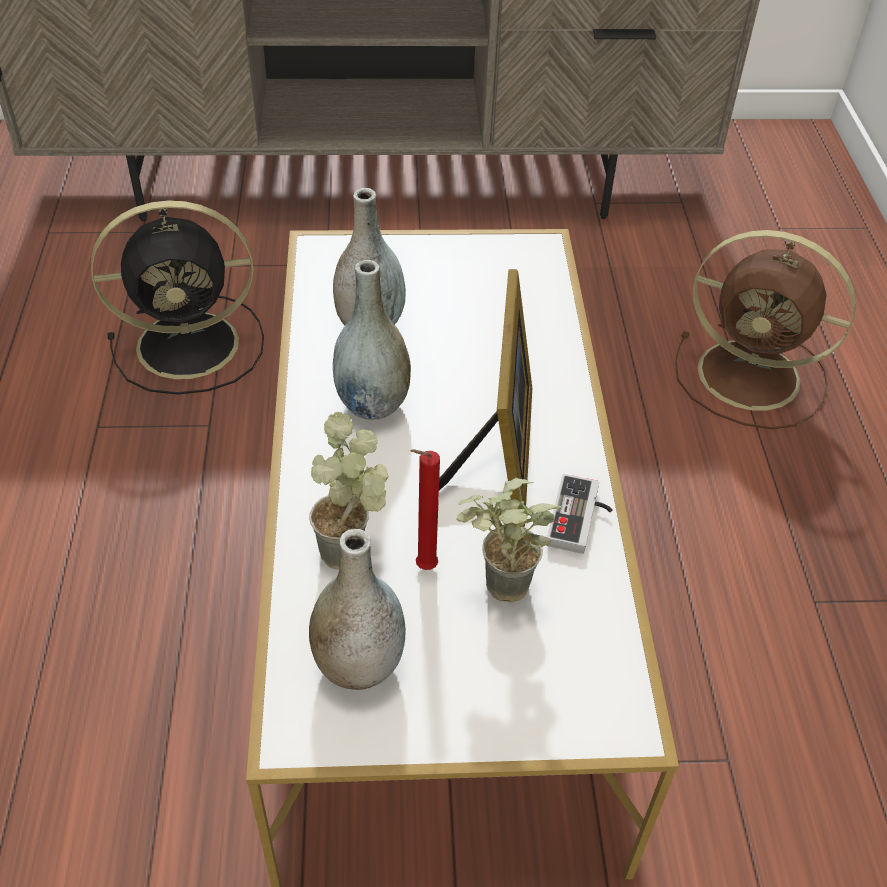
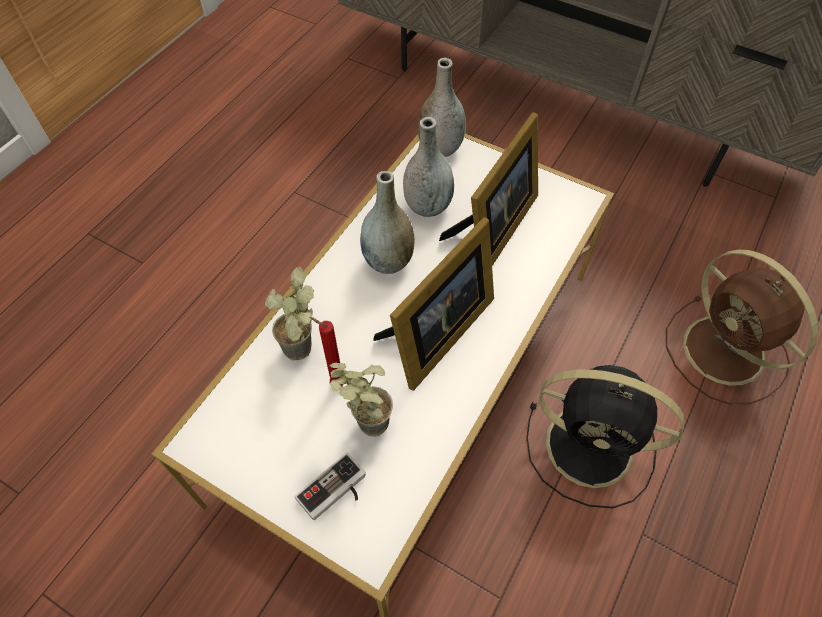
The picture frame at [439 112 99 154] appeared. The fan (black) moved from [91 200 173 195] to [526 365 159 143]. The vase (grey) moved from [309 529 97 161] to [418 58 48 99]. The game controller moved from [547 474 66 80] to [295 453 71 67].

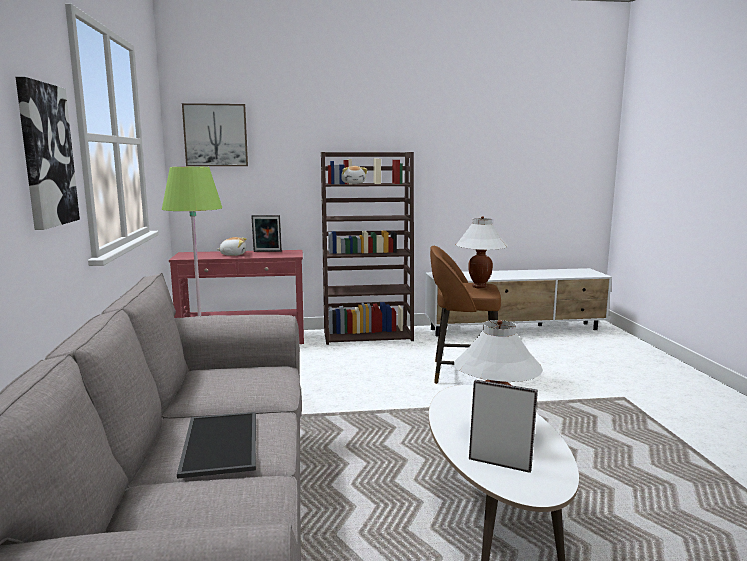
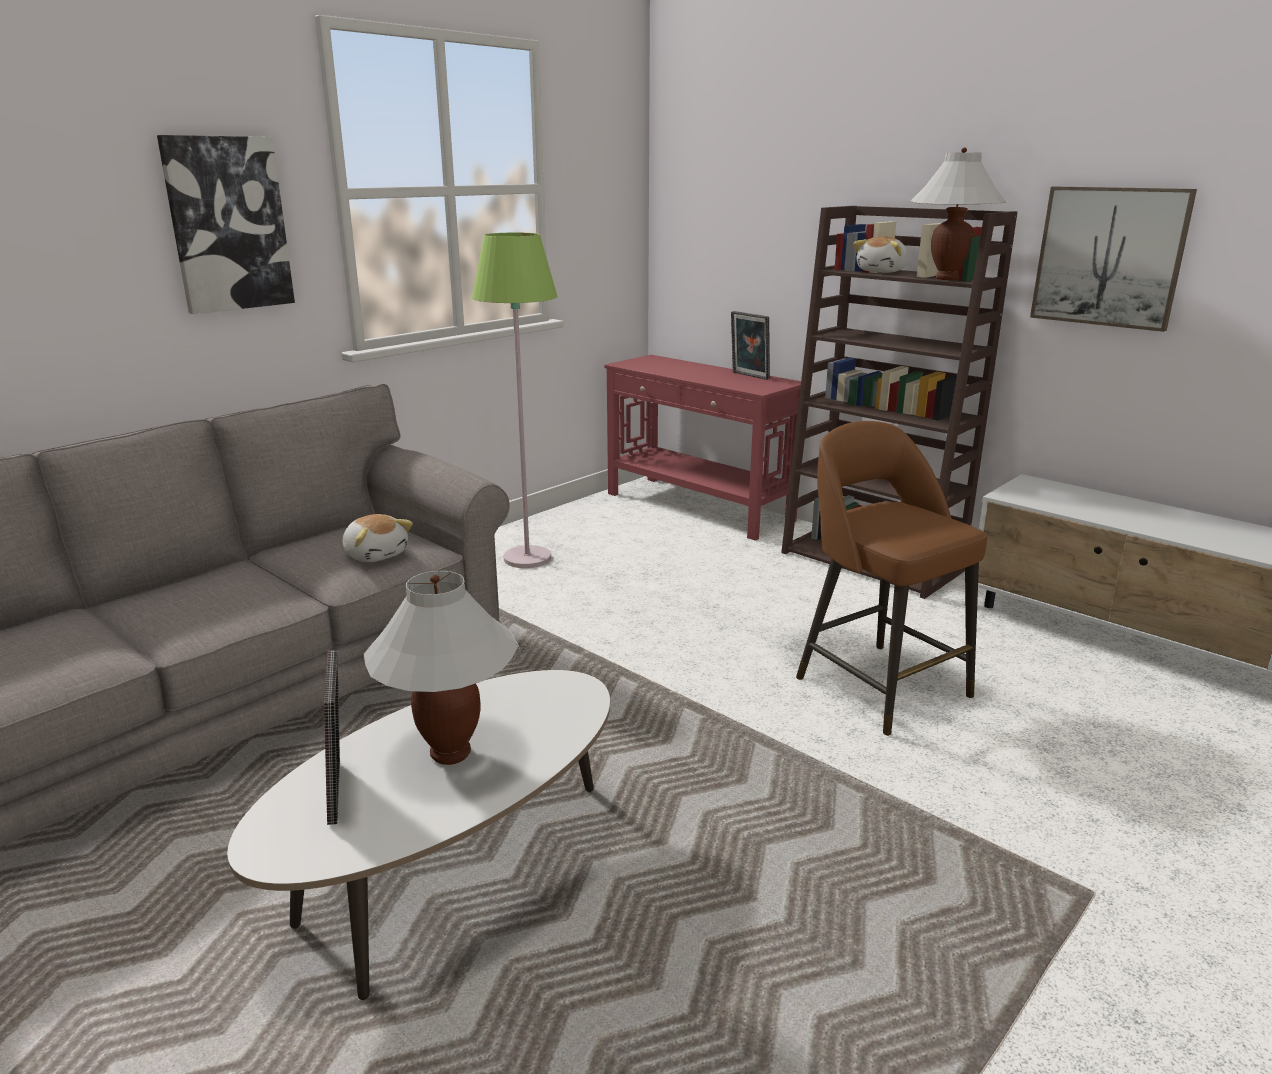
The tray at [177 412 79 67] disappeared. The picture moved from [182 103 66 63] to [1030 186 167 146]. The plush toy moved from [216 237 31 19] to [342 514 71 48]. The table lamp (white) moved from [455 216 53 73] to [910 148 96 132].

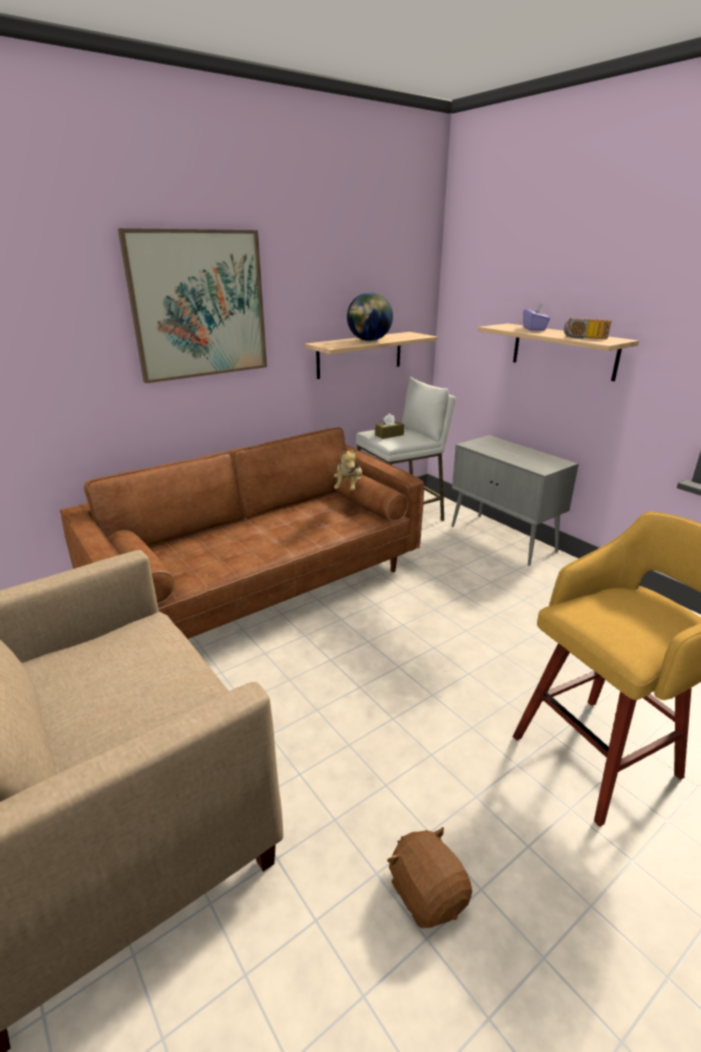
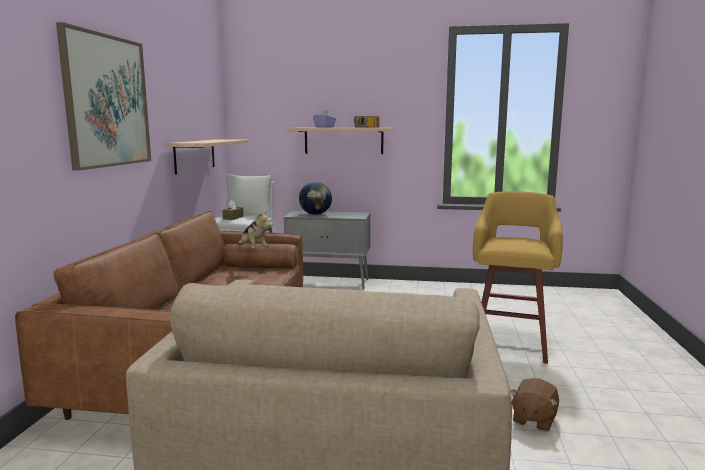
The globe moved from [347 292 46 49] to [299 182 33 33]. The plush toy (brown) at [387 827 85 101] turned 75 degrees counterclockwise.

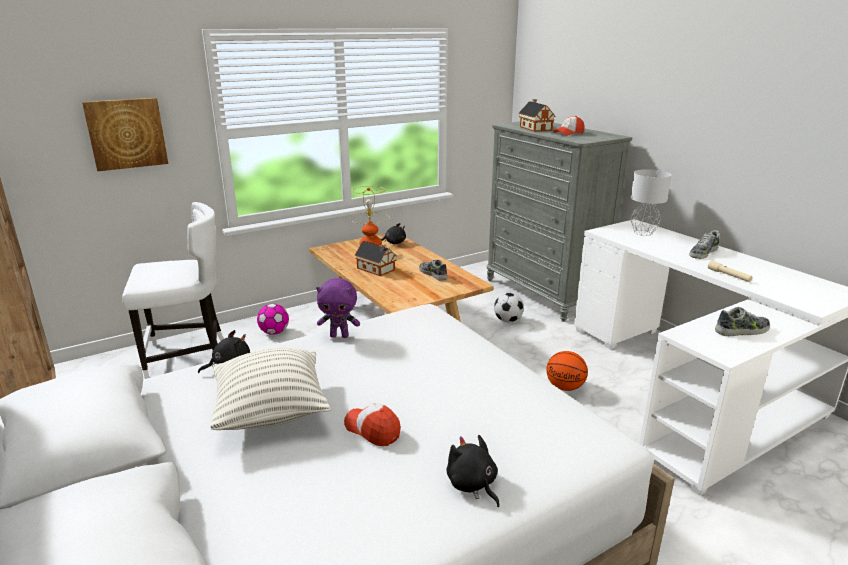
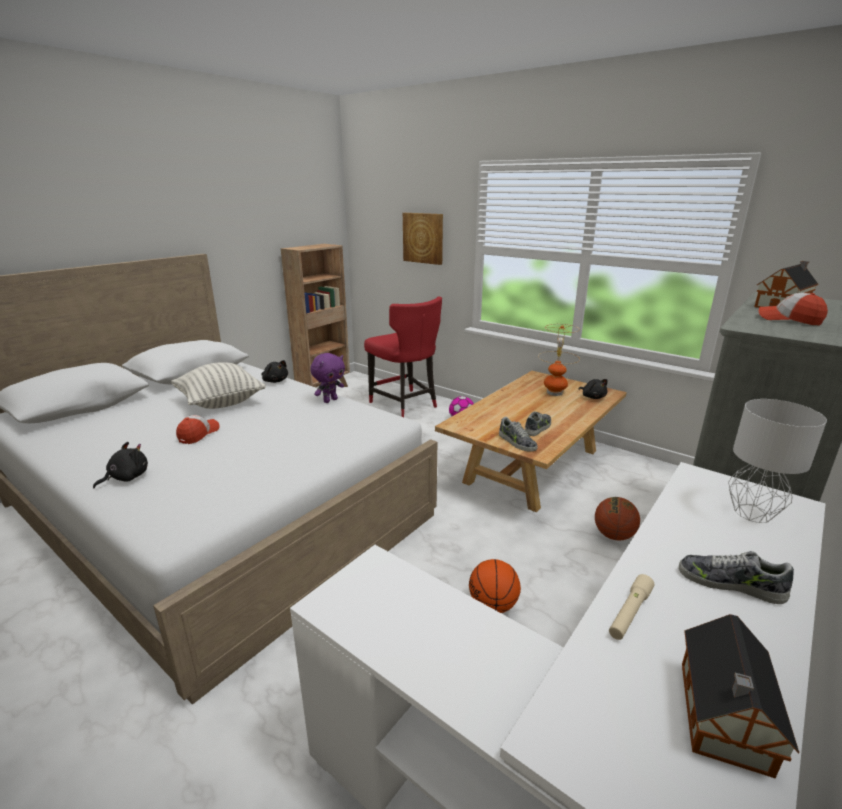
The toy house moved from [355 241 42 35] to [682 614 117 164]. The shoe moved from [715 307 55 29] to [499 417 39 35]. The football at [494 293 30 30] was replaced by the basketball at [595 497 45 44]. The chair (white) at [122 202 102 177] became the chair (red) at [364 296 78 121]. The plush toy (purple) at [316 278 44 60] turned 120 degrees counterclockwise.

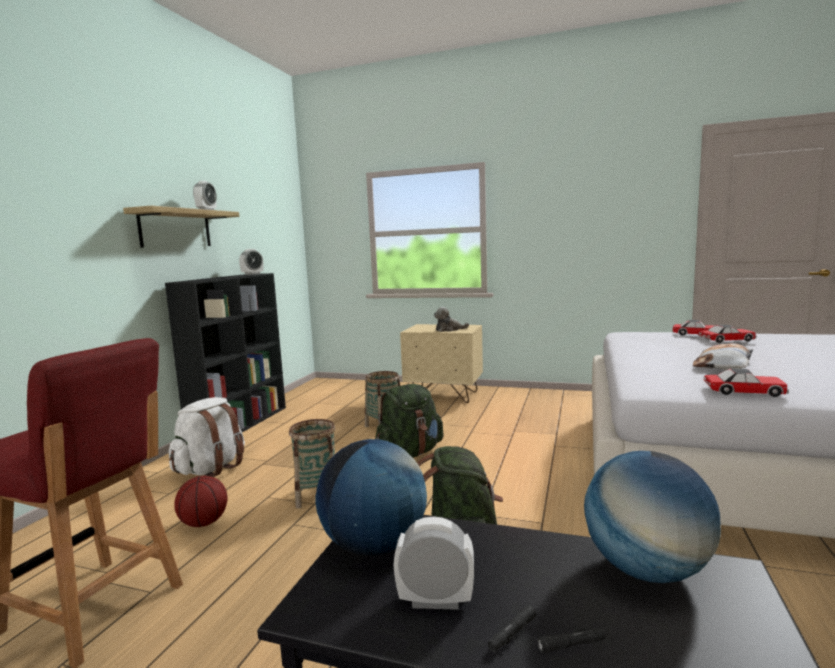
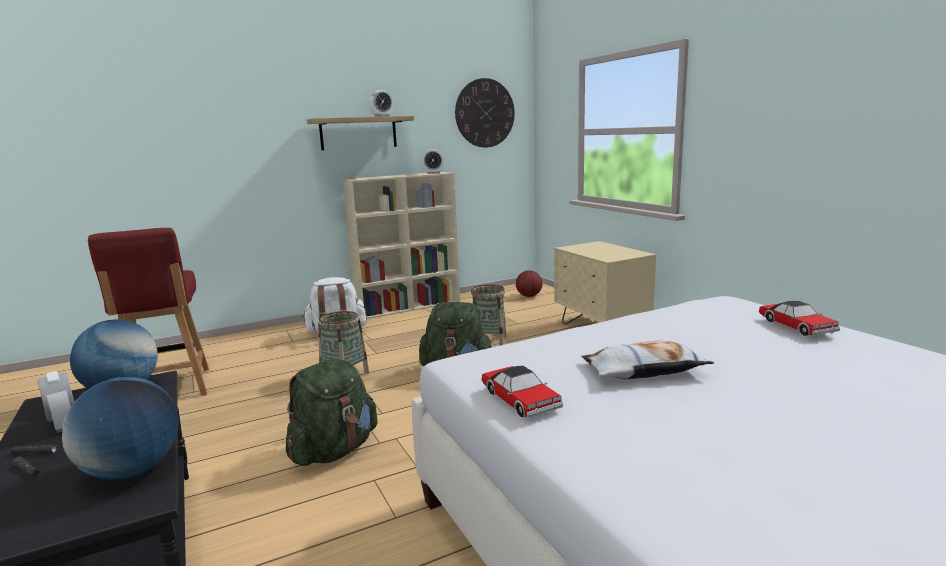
The plush toy at [434 307 35 25] disappeared. The toy car at [698 325 59 18] disappeared. The wall clock at [455 78 60 70] appeared. The basketball moved from [174 476 53 51] to [516 270 26 27]. The bookcase (black) at [165 273 121 159] became the bookcase (beige) at [342 172 118 147].

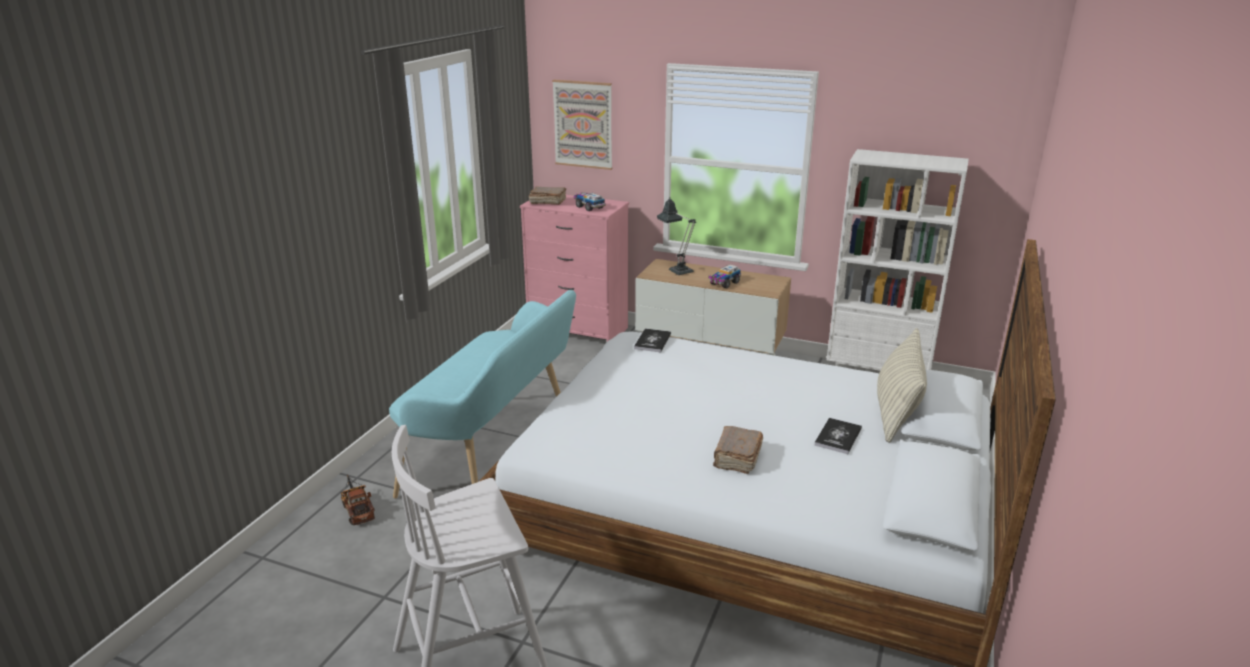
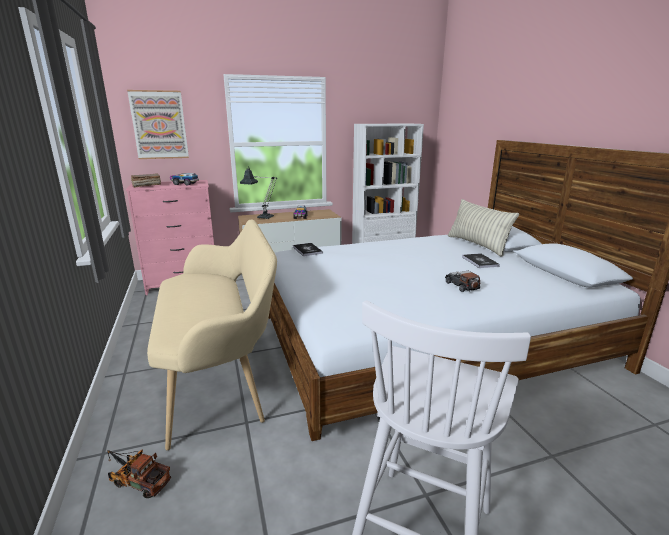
The book (brown) at [713 426 50 48] was replaced by the toy car at [445 271 35 21]. The bench (turquoise) at [389 290 187 209] became the bench (beige) at [147 219 130 231].

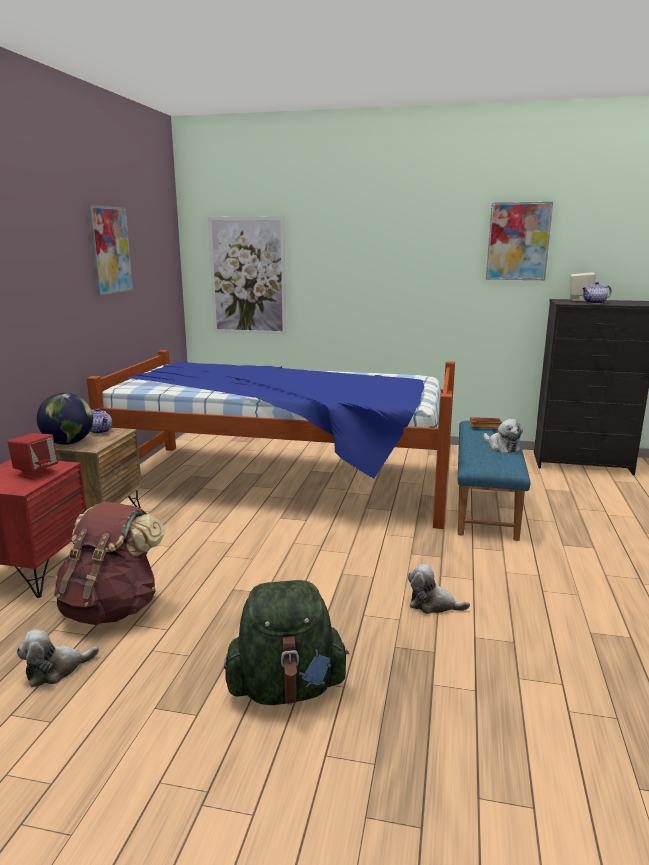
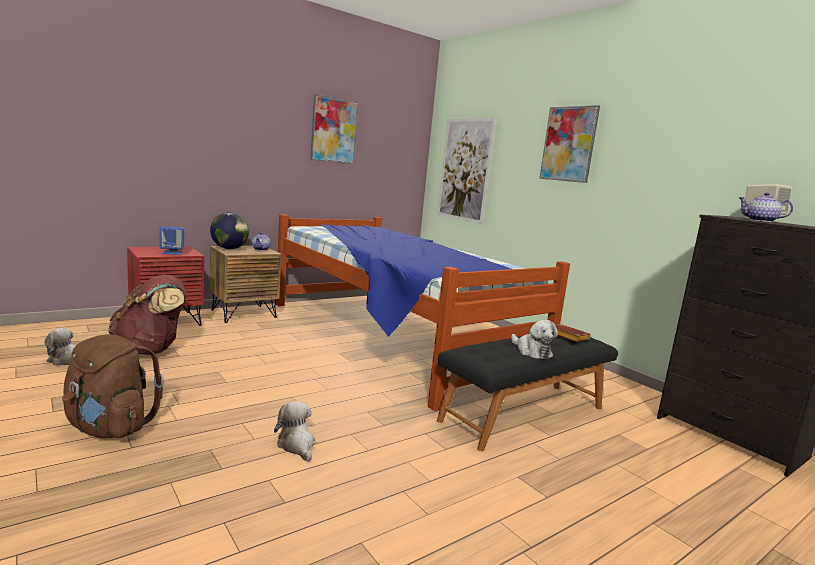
The picture moved from [486 202 67 78] to [539 105 61 78]. The speaker (red) at [7 433 51 46] became the speaker (blue) at [160 226 24 29]. The backpack (green) at [224 580 125 125] became the backpack (brown) at [62 334 102 104]. The bench (blue) at [458 421 72 120] became the bench (black) at [437 336 181 115]. The plush toy at [483 419 40 34] turned 45 degrees counterclockwise.

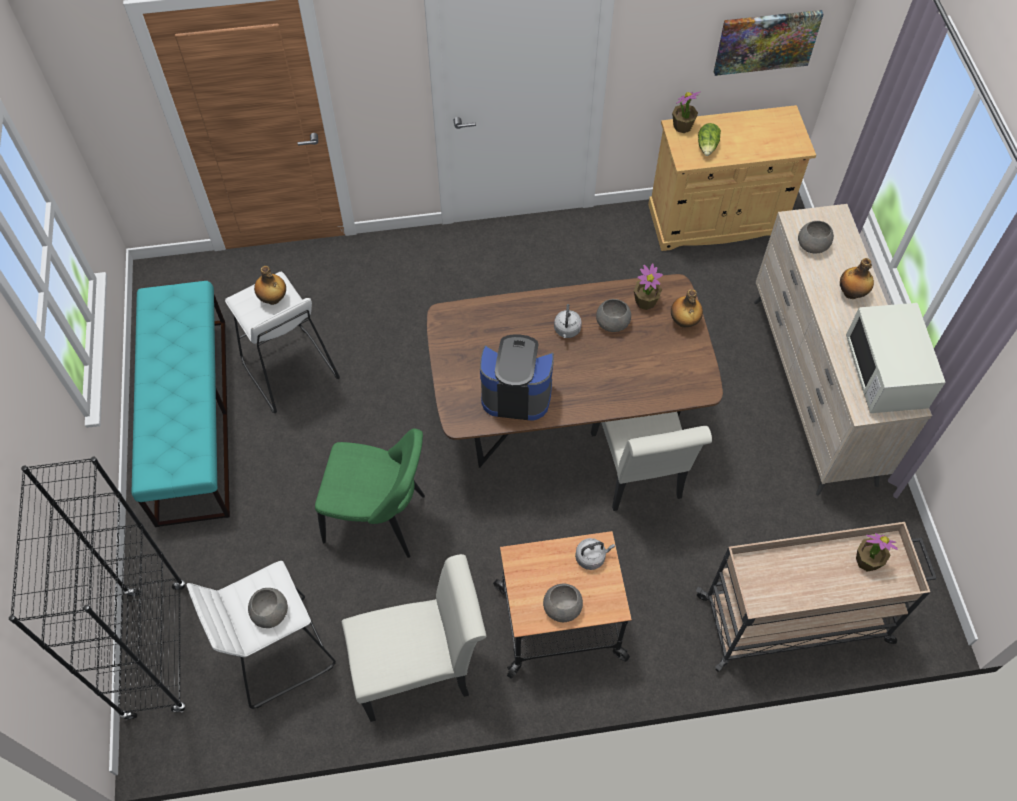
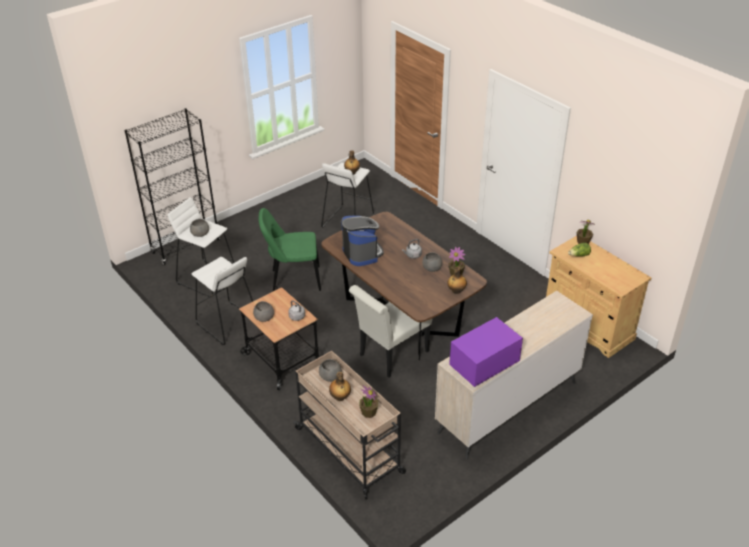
The bench (turquoise) at [132 281 98 246] disappeared. The picture at [714 10 110 66] disappeared. The bowl (grey) moved from [798 221 36 33] to [319 359 23 23]. The bottle moved from [840 258 34 41] to [329 372 22 29]. The chair (white) at [342 554 144 168] was replaced by the stool (white) at [191 257 62 88]. The microwave (white) at [846 303 100 110] became the microwave (purple) at [449 317 74 70]. The chair (green) at [315 429 110 129] turned 105 degrees clockwise.

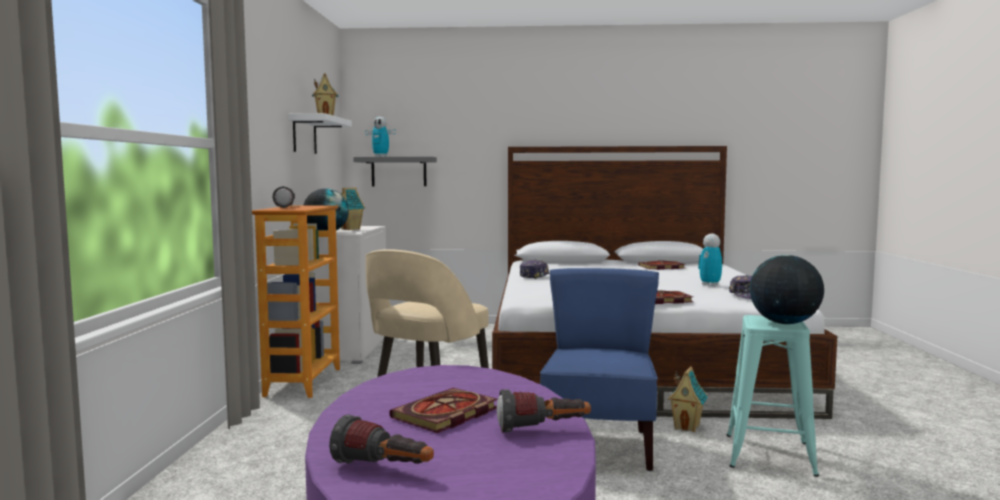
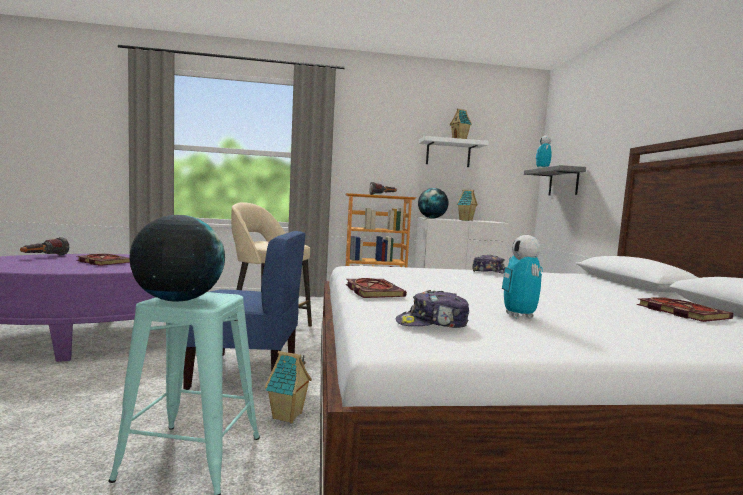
The flashlight at [497 389 94 44] disappeared. The toy robot at [698 234 24 52] turned 120 degrees counterclockwise.

